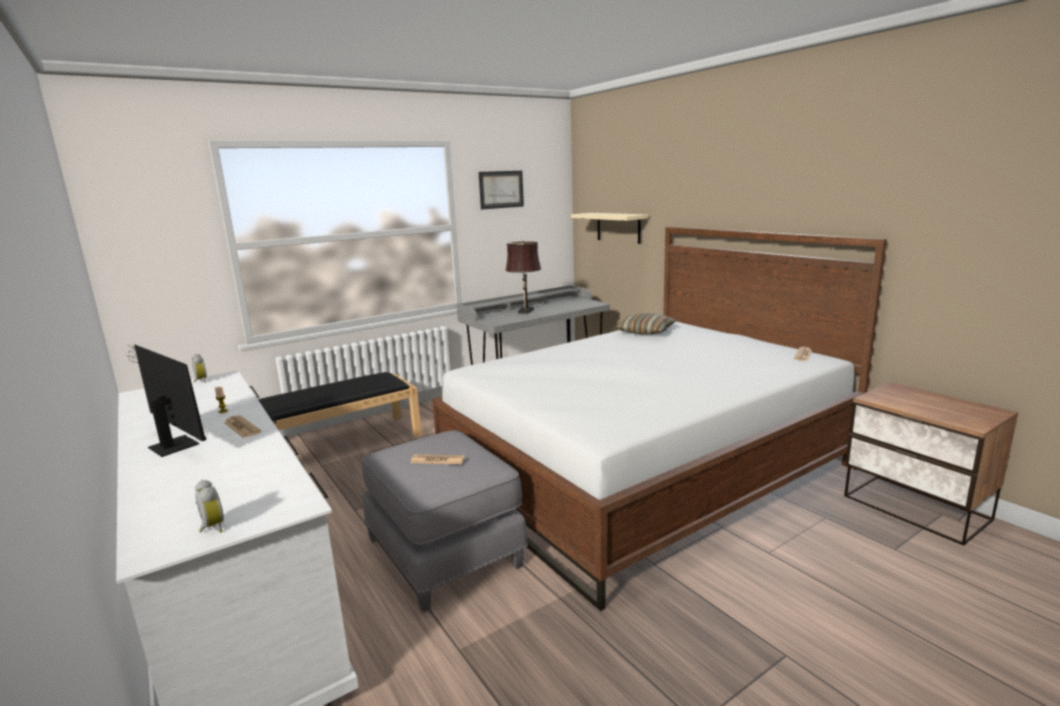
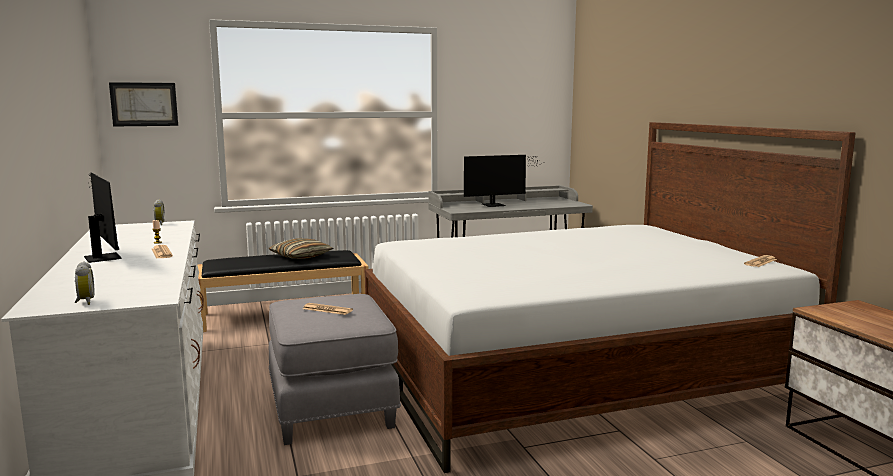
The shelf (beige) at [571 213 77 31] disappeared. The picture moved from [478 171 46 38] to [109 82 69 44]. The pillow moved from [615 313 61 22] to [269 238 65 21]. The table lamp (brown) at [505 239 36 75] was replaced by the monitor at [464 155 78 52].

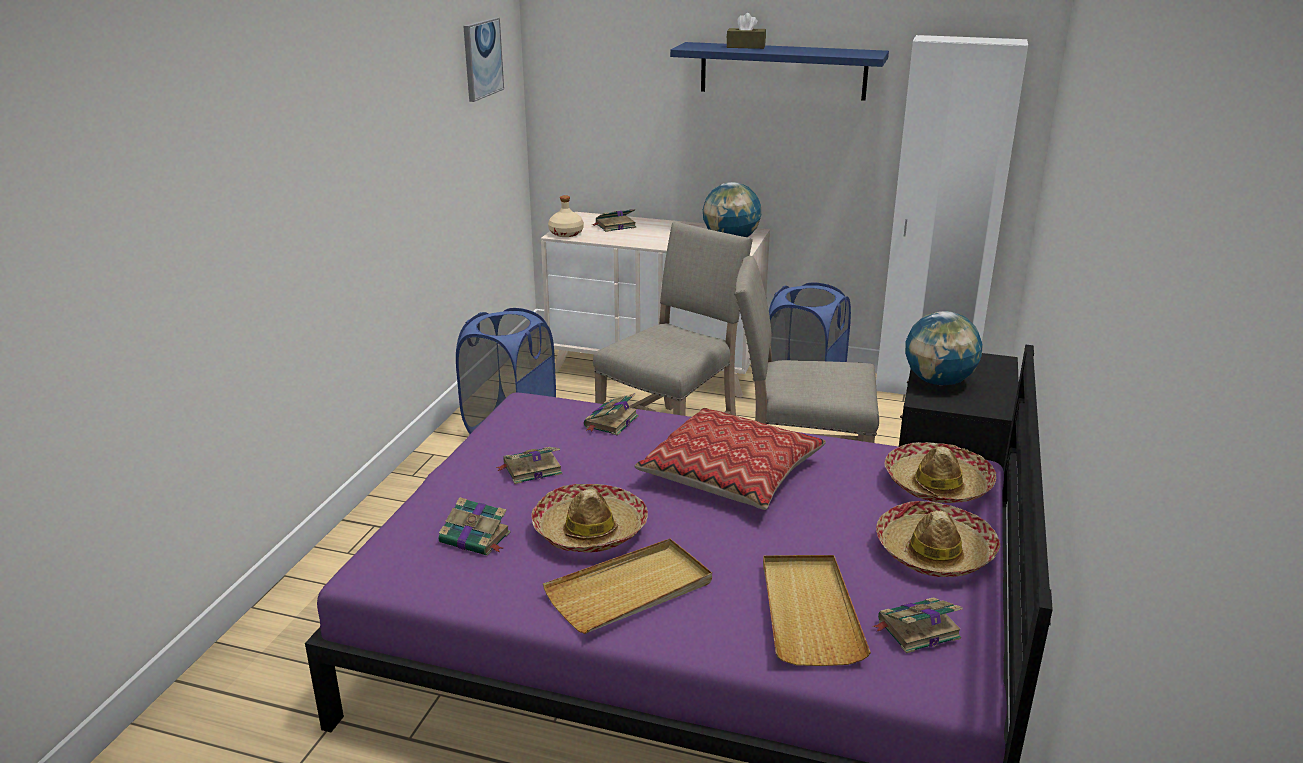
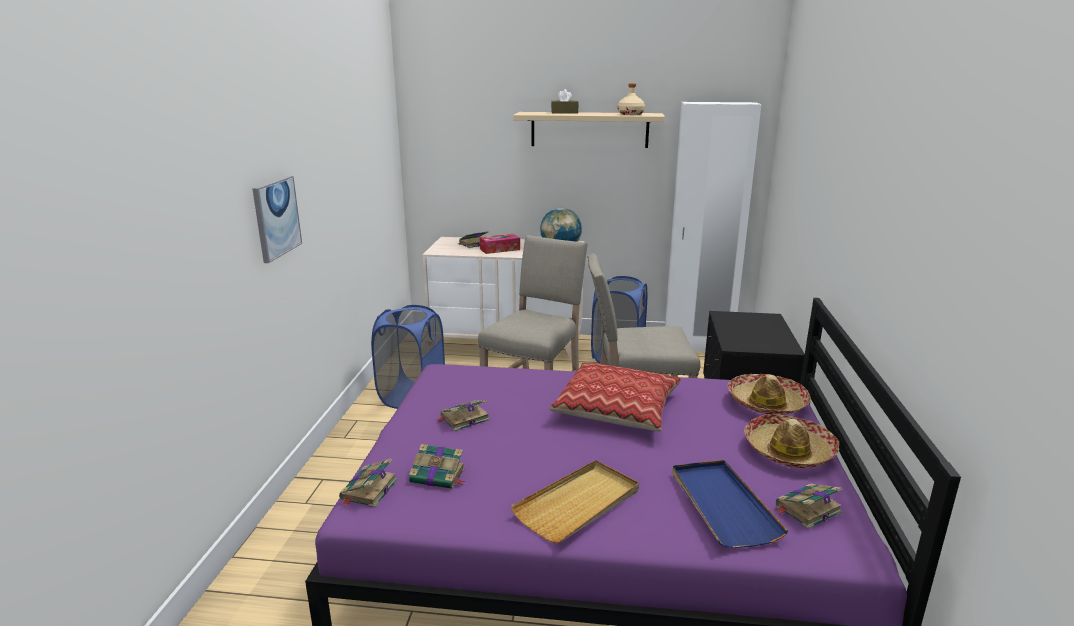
The hat at [532 484 116 68] disappeared. The globe at [905 311 78 74] disappeared. The tissue box at [480 234 40 20] appeared. The picture moved from [463 18 41 84] to [253 176 49 87]. The bottle (beige) moved from [548 195 36 42] to [618 83 27 32]. The book moved from [584 393 55 43] to [339 458 59 49]. The shelf (blue) at [670 42 219 59] became the shelf (beige) at [513 112 152 36]. The tray (beige) at [763 555 108 111] became the tray (blue) at [672 460 116 88].

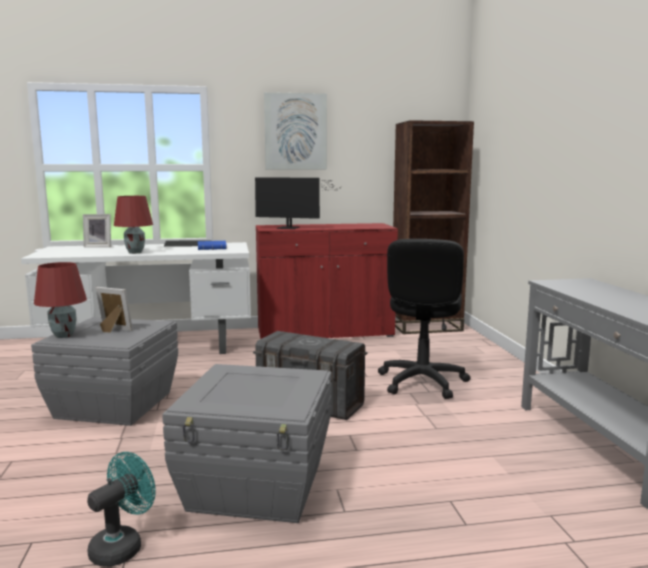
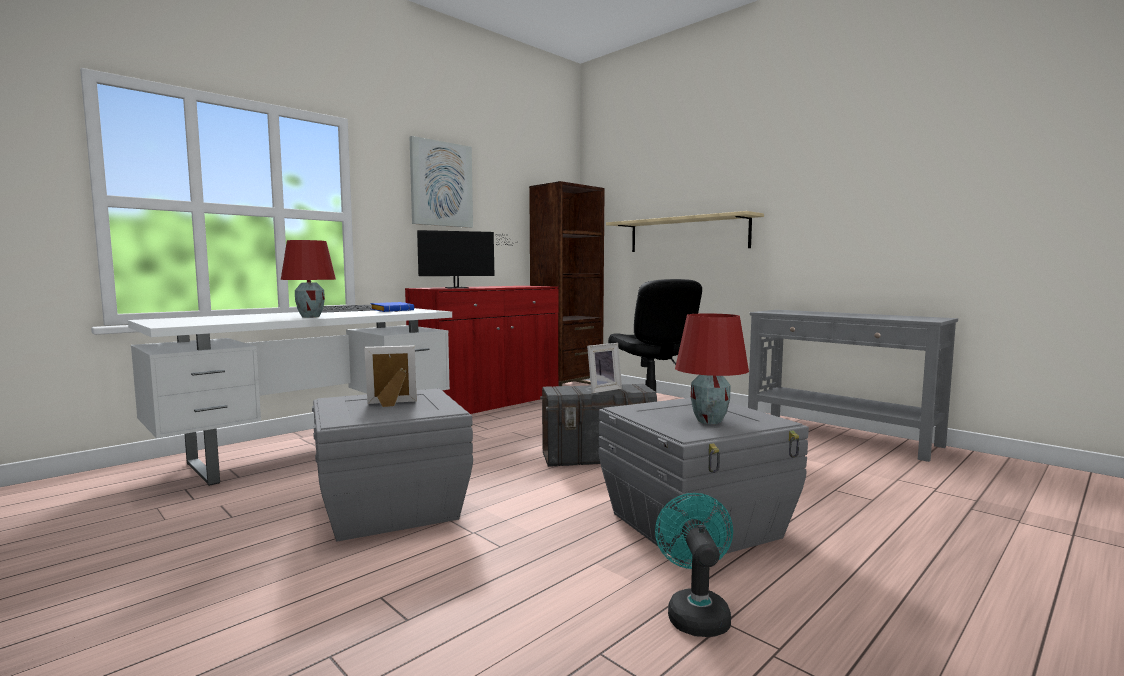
The shelf (beige) at [606 211 158 41] appeared. The table lamp (red) moved from [34 262 53 76] to [675 313 74 111]. The picture frame moved from [83 214 28 33] to [587 343 35 50].

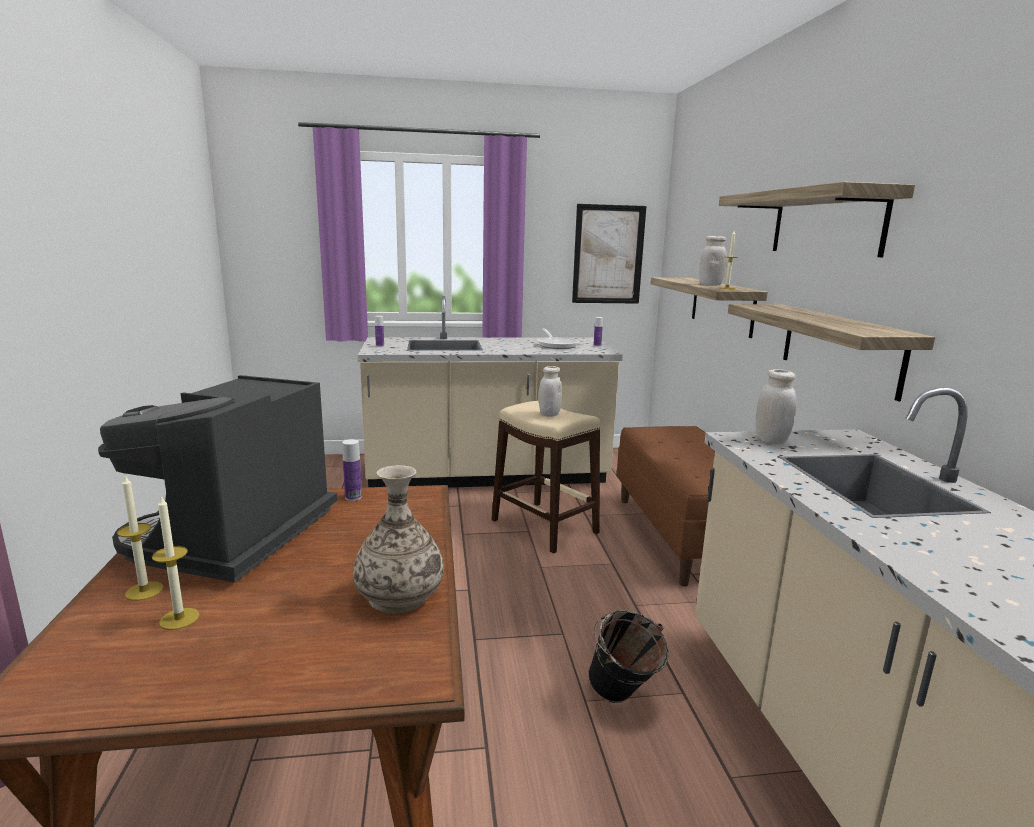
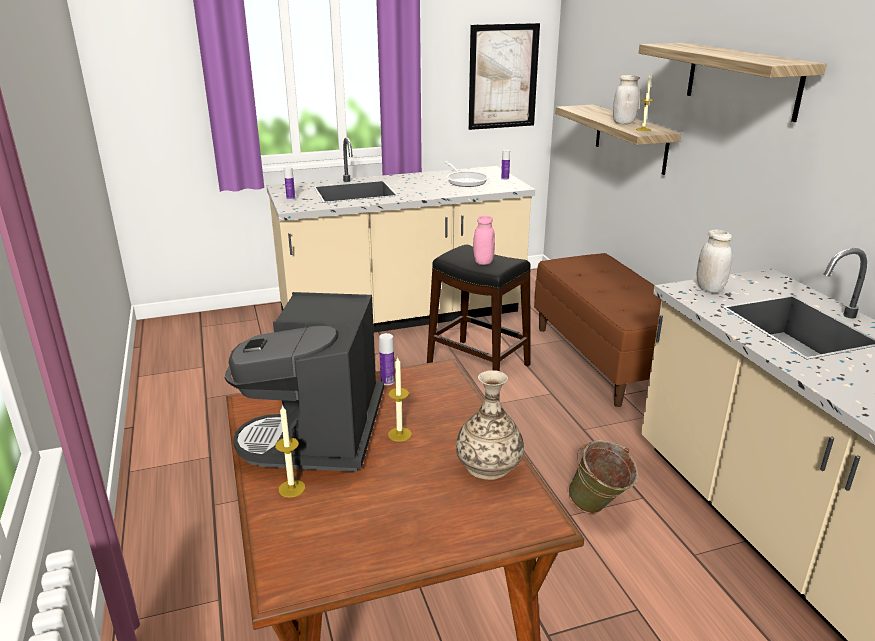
The shelf at [728 304 207 97] disappeared. The candle moved from [152 496 48 134] to [388 356 24 86]. The stool (beige) at [492 400 108 154] became the stool (black) at [427 245 104 126]. The jar (white) at [539 366 23 51] became the jar (pink) at [473 216 22 49]. The bucket (black) at [588 610 81 93] became the bucket (green) at [568 440 70 74].

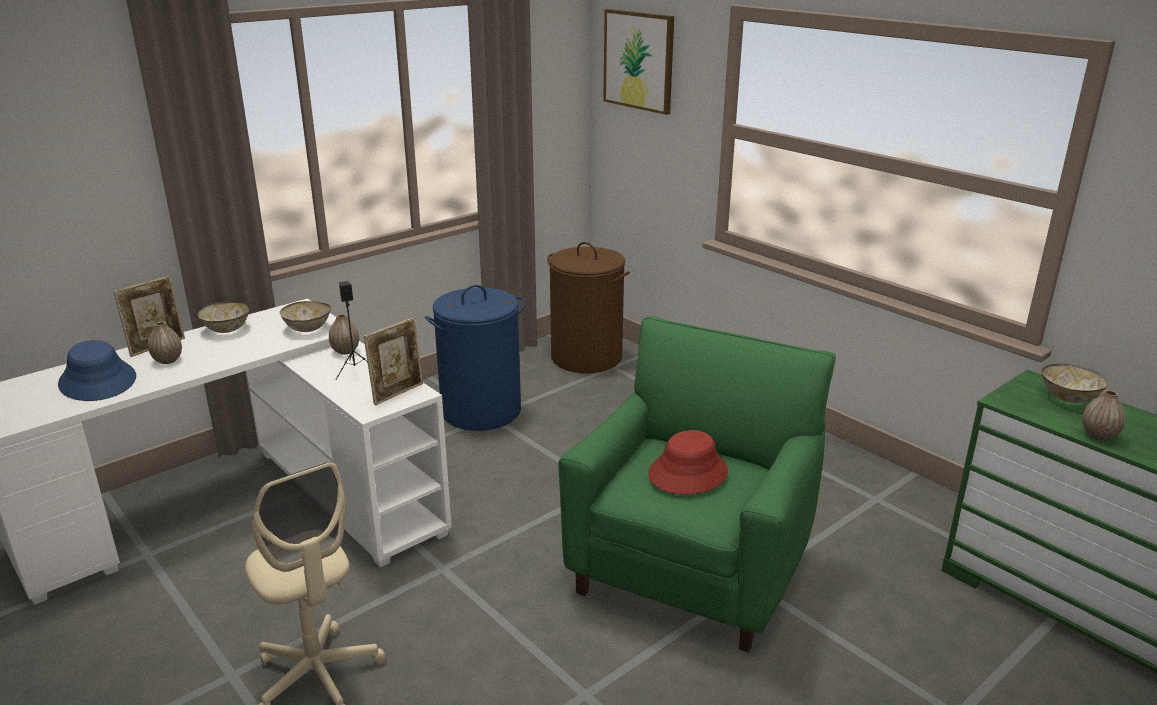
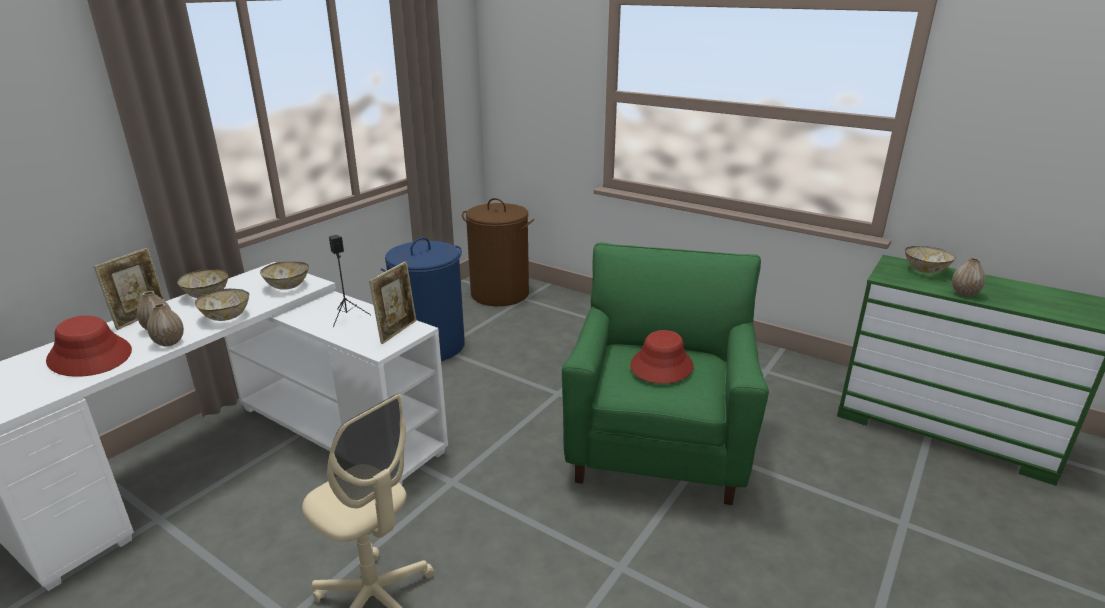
The picture at [603 9 71 106] disappeared. The bowl at [195 289 54 32] appeared. The vase moved from [329 314 30 41] to [147 303 37 43]. The hat (blue) at [58 340 78 61] became the hat (red) at [46 315 86 62].

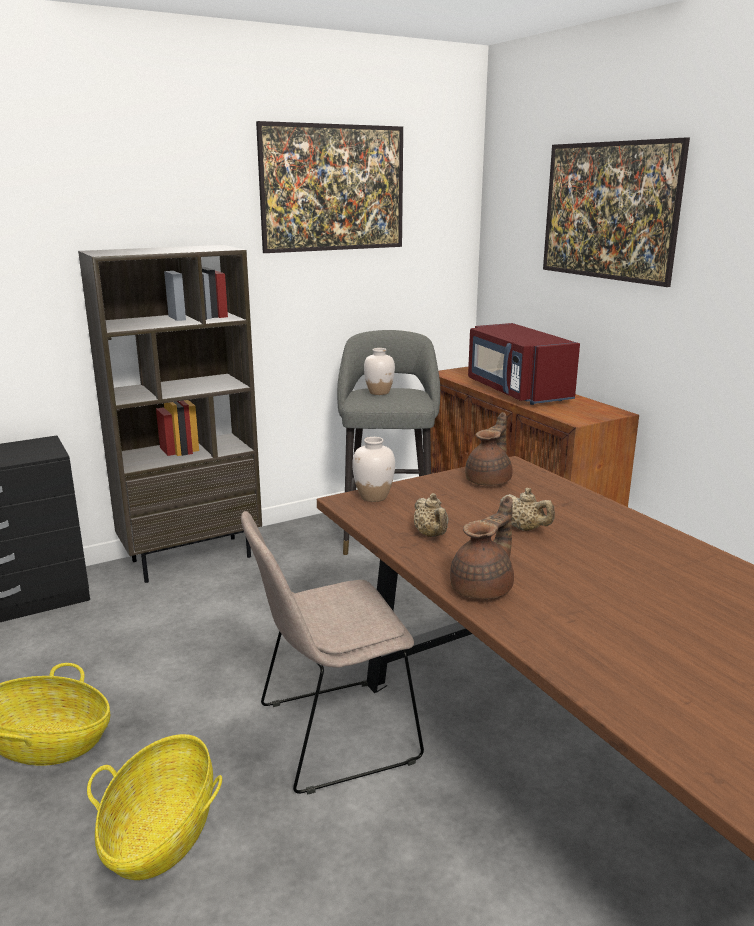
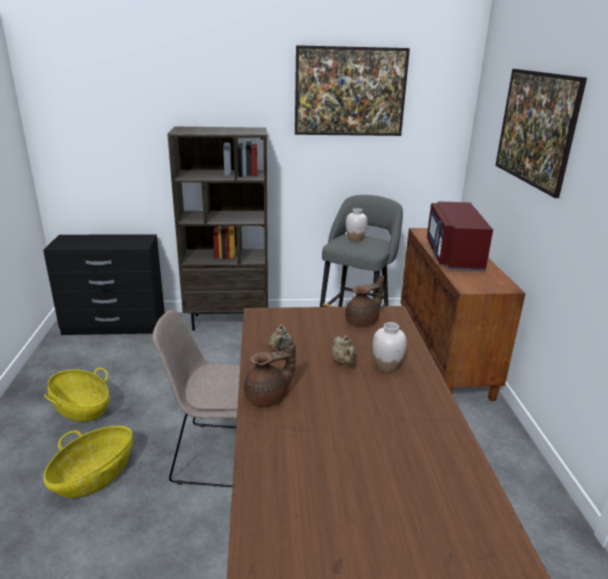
The vase (white) moved from [352 437 43 65] to [373 322 34 50].

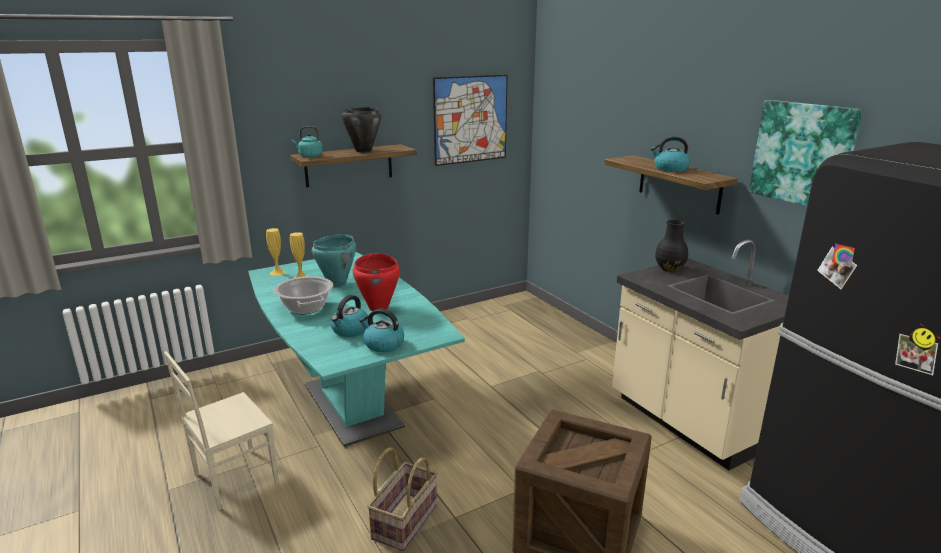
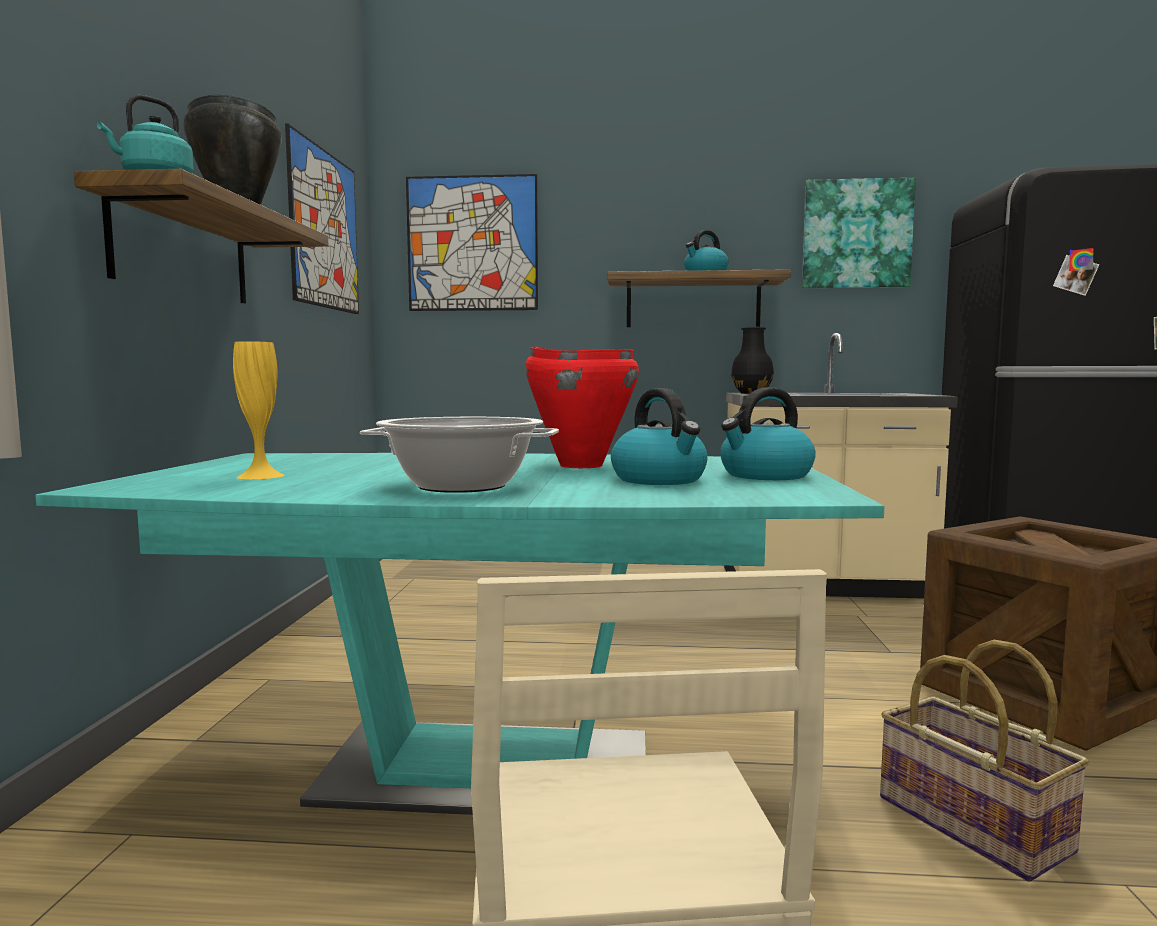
The vase (yellow) at [266 228 19 48] disappeared. The cooking pot (turquoise) at [312 234 44 53] disappeared. The picture at [406 174 132 137] appeared.

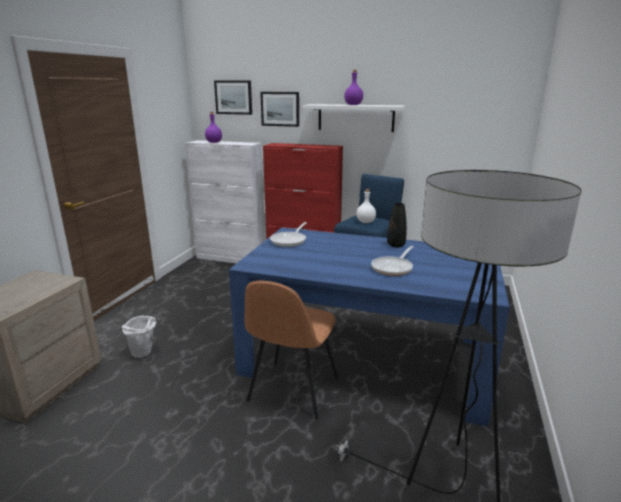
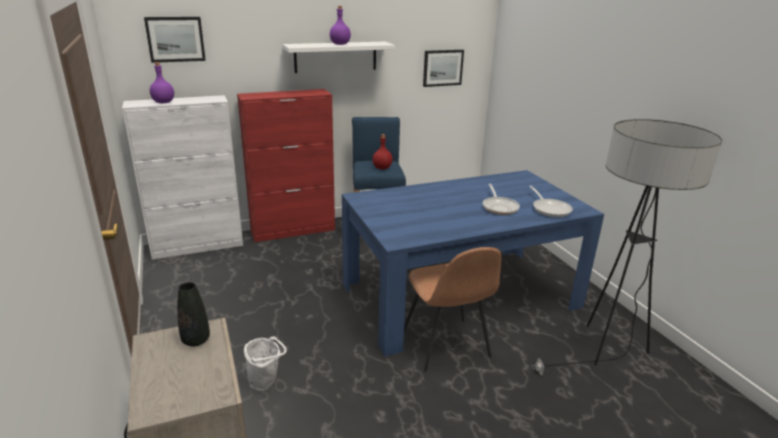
The picture moved from [260 92 39 35] to [423 50 41 37]. The frying pan moved from [270 222 37 25] to [529 186 44 31]. The vase (black) moved from [387 203 20 44] to [177 282 33 65]. The bottle (white) at [356 189 20 34] became the bottle (red) at [372 134 21 36].

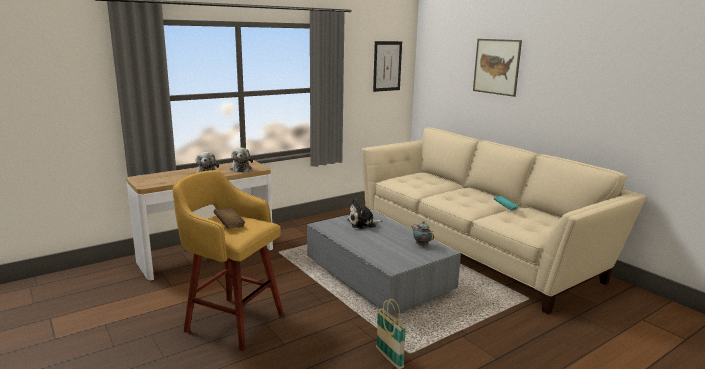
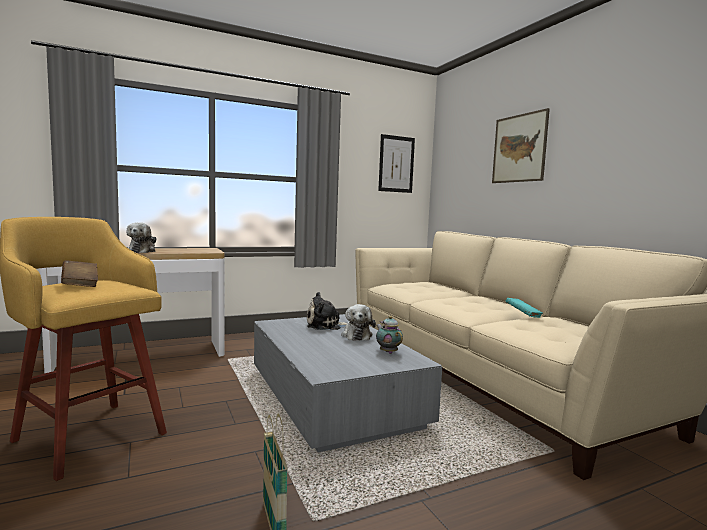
The plush toy moved from [229 147 24 25] to [341 304 35 37].

